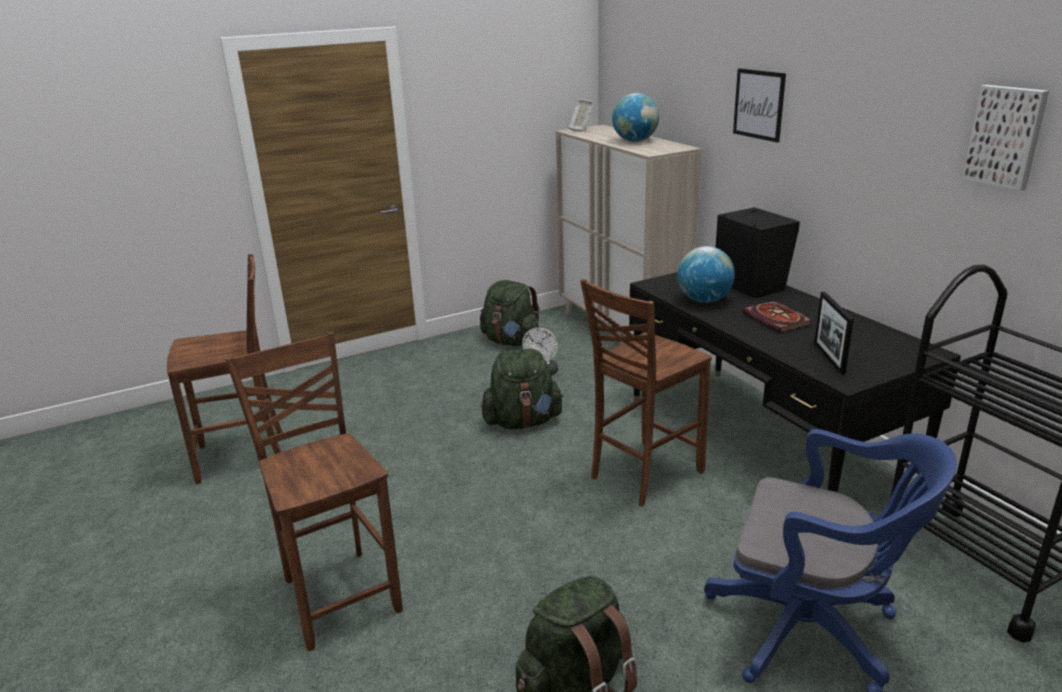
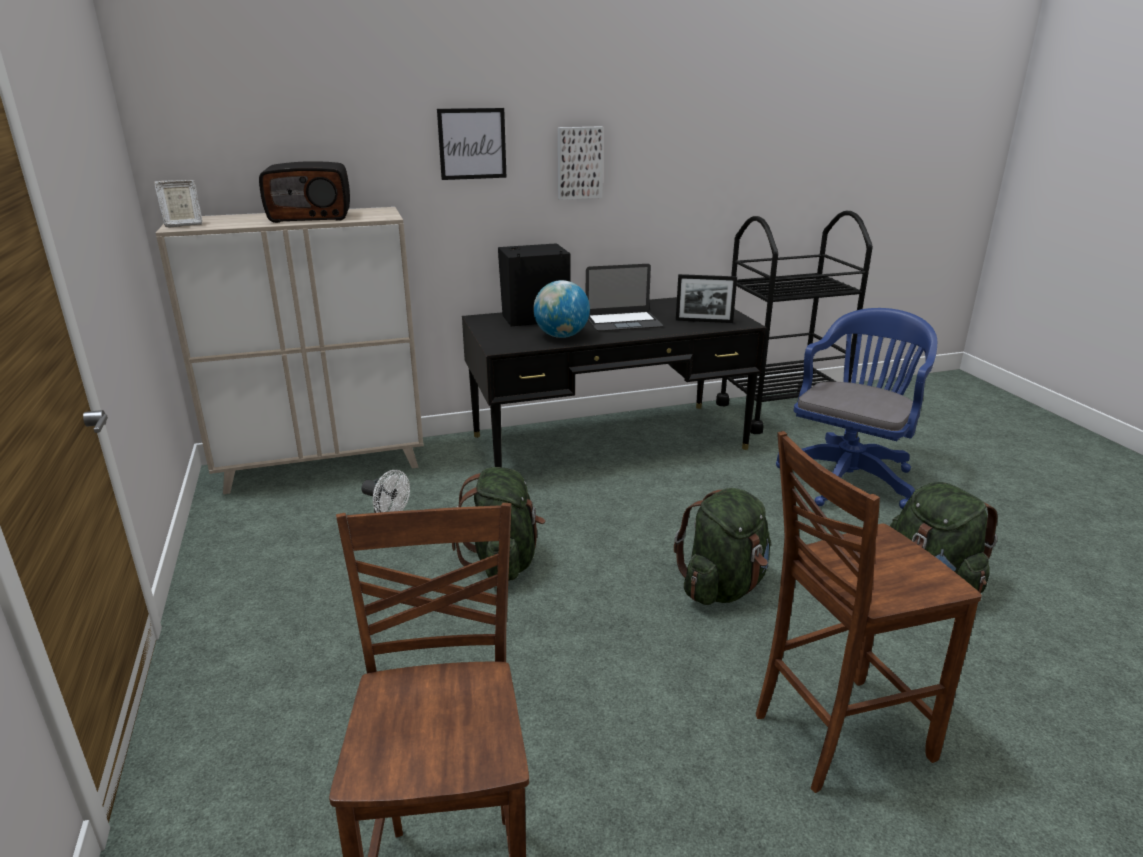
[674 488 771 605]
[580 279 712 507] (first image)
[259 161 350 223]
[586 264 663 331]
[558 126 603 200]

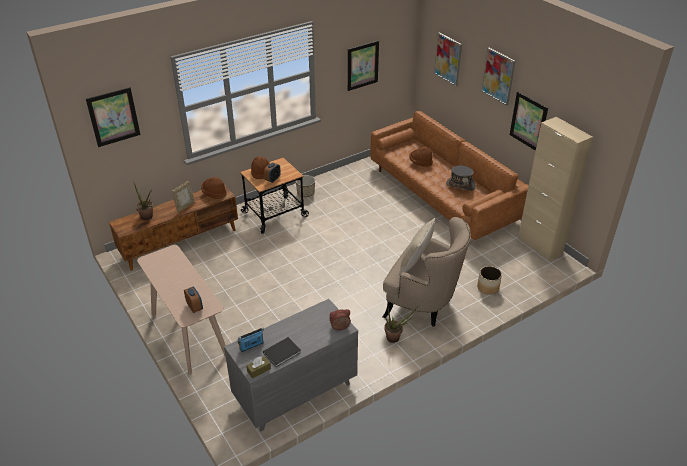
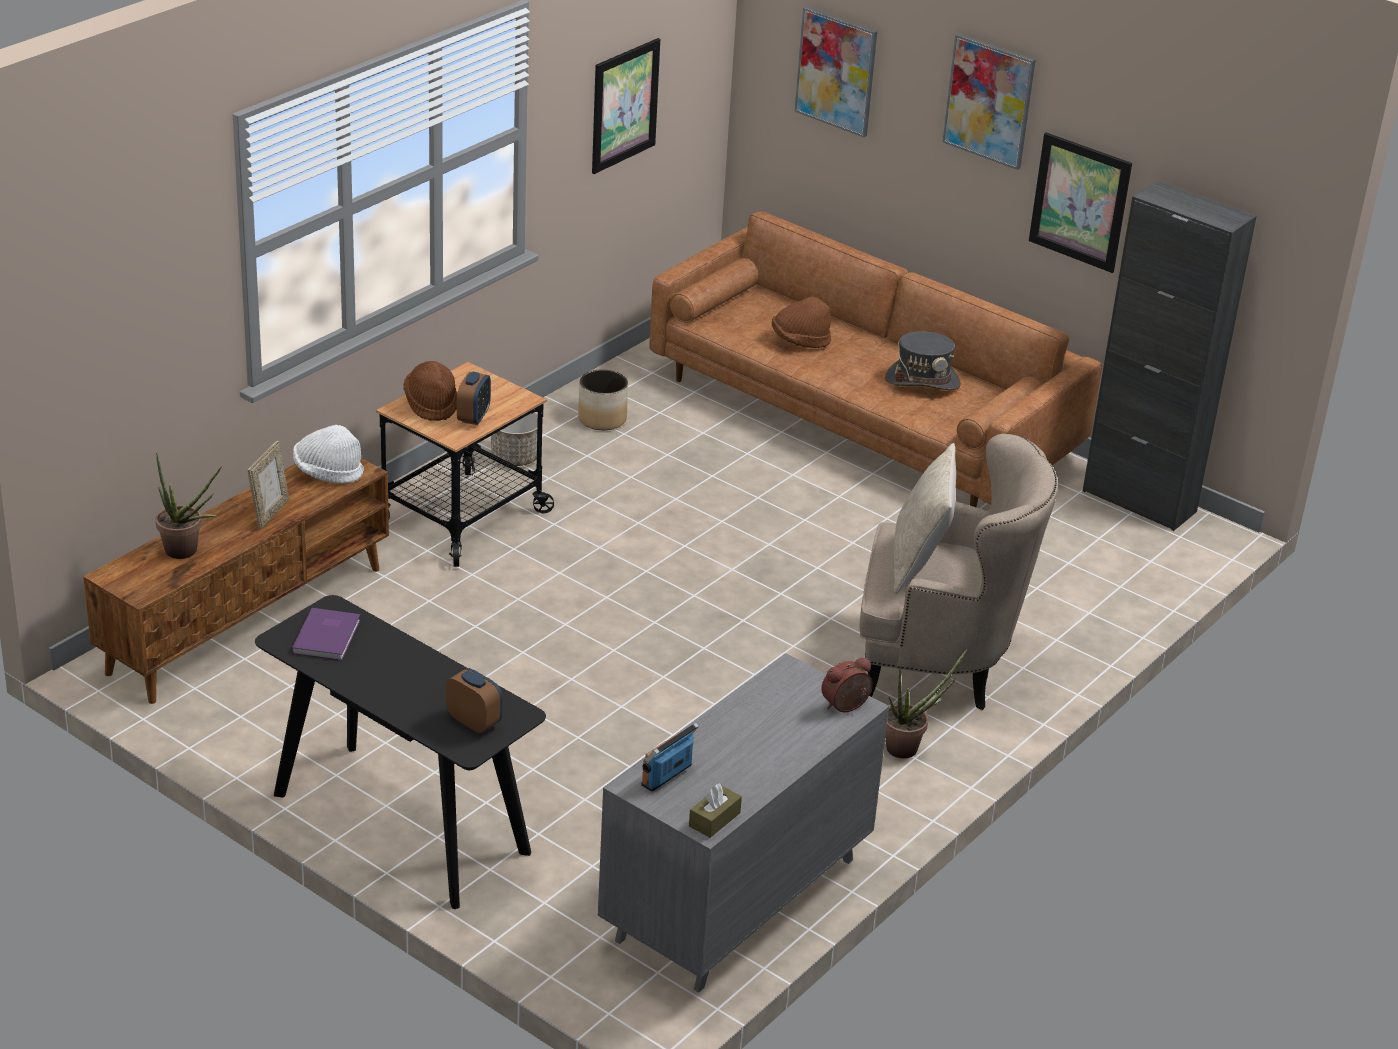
[86 87 140 147] (first image)
[255 595 546 909]
[293 425 364 484]
[263 337 301 367] (first image)
[578 369 628 430]
[1083 181 1257 531]
[291 608 360 660]

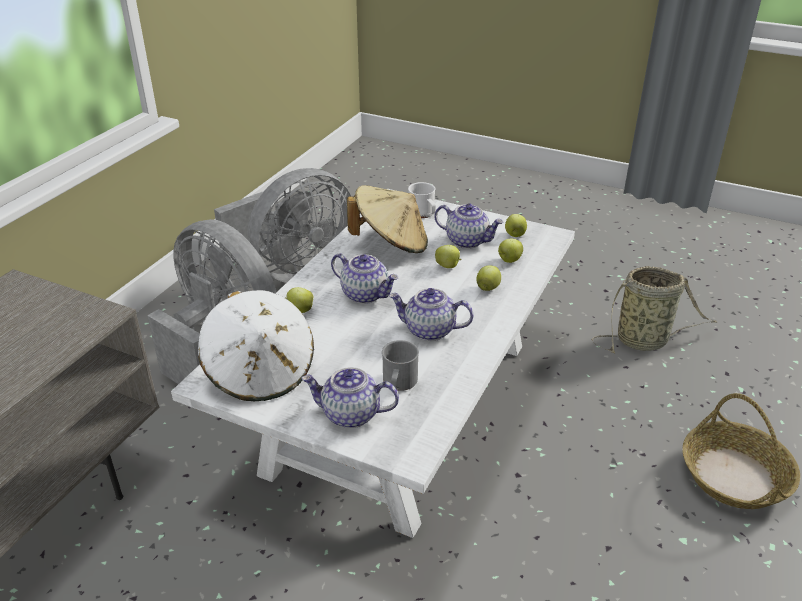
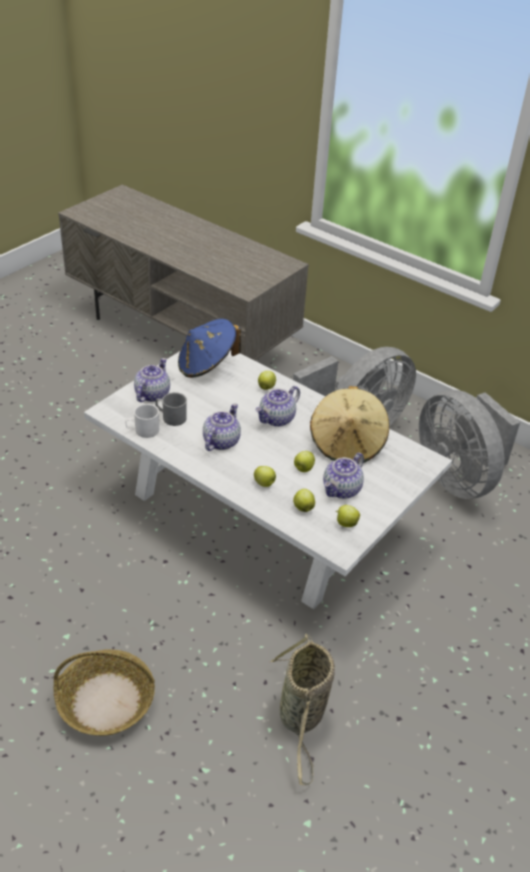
[178 319 241 378]
[125 404 159 438]

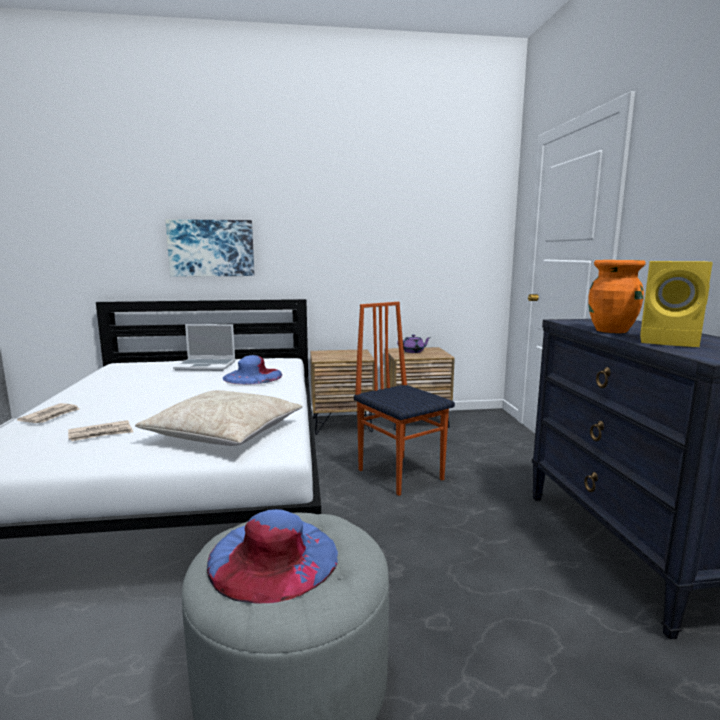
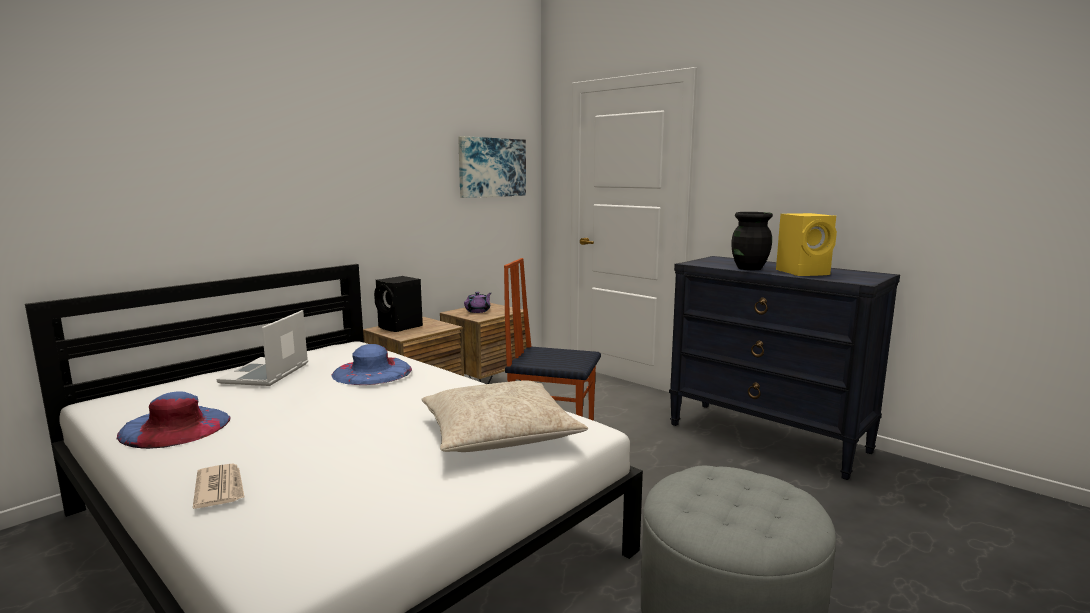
[68 420 133 441] (first image)
[458 136 526 198]
[217 310 308 386]
[117 391 230 449]
[731 212 773 270]
[374 276 423 332]

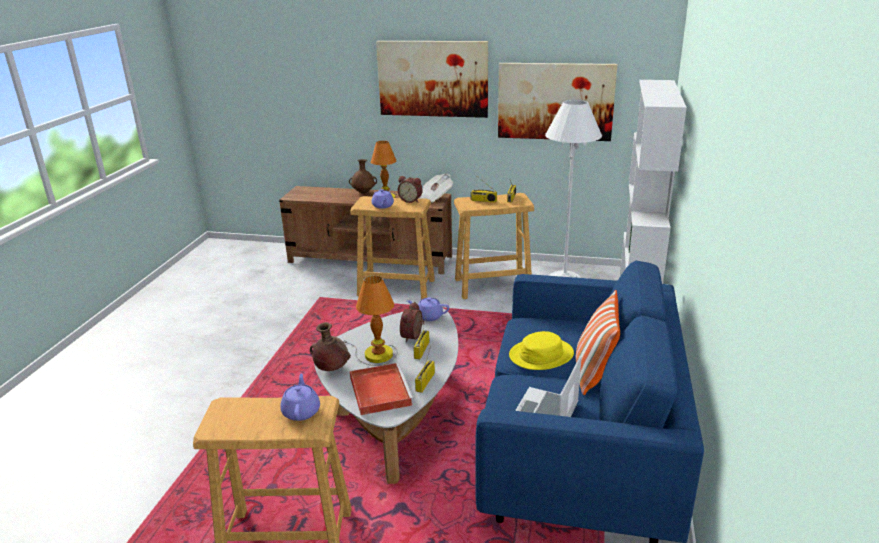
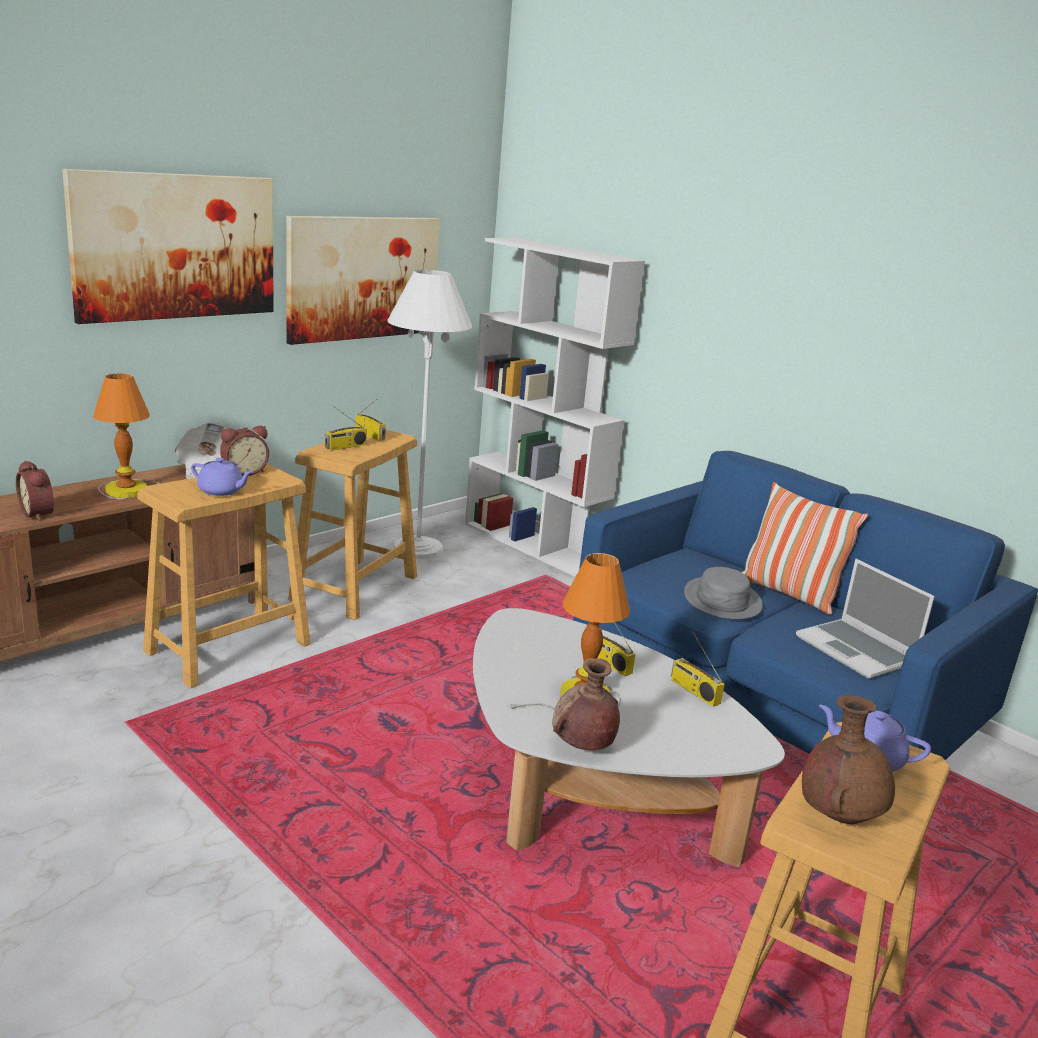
[802 695 895 824]
[350 363 414 415] (first image)
[16 460 54 521]
[407 297 449 321] (first image)
[684 567 763 619]

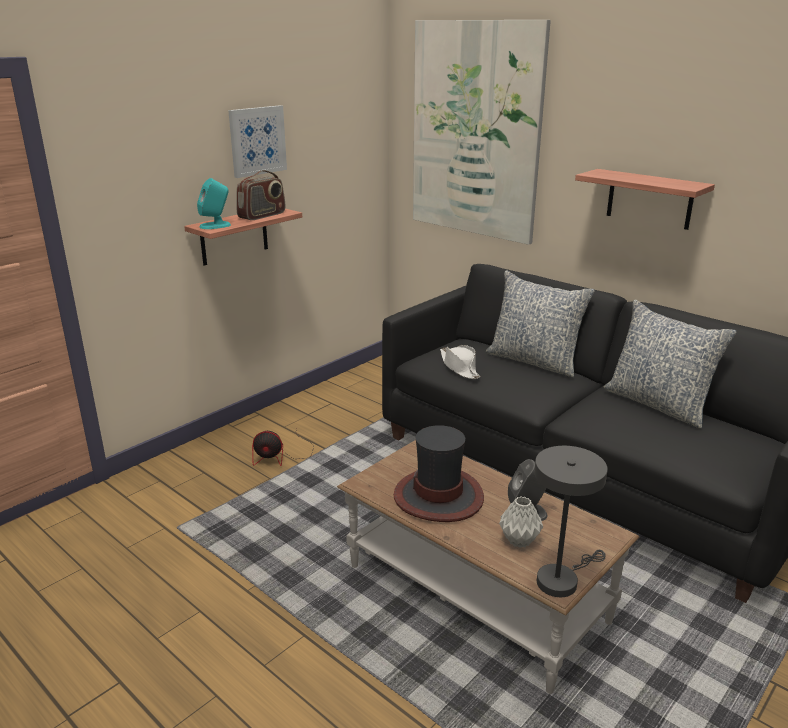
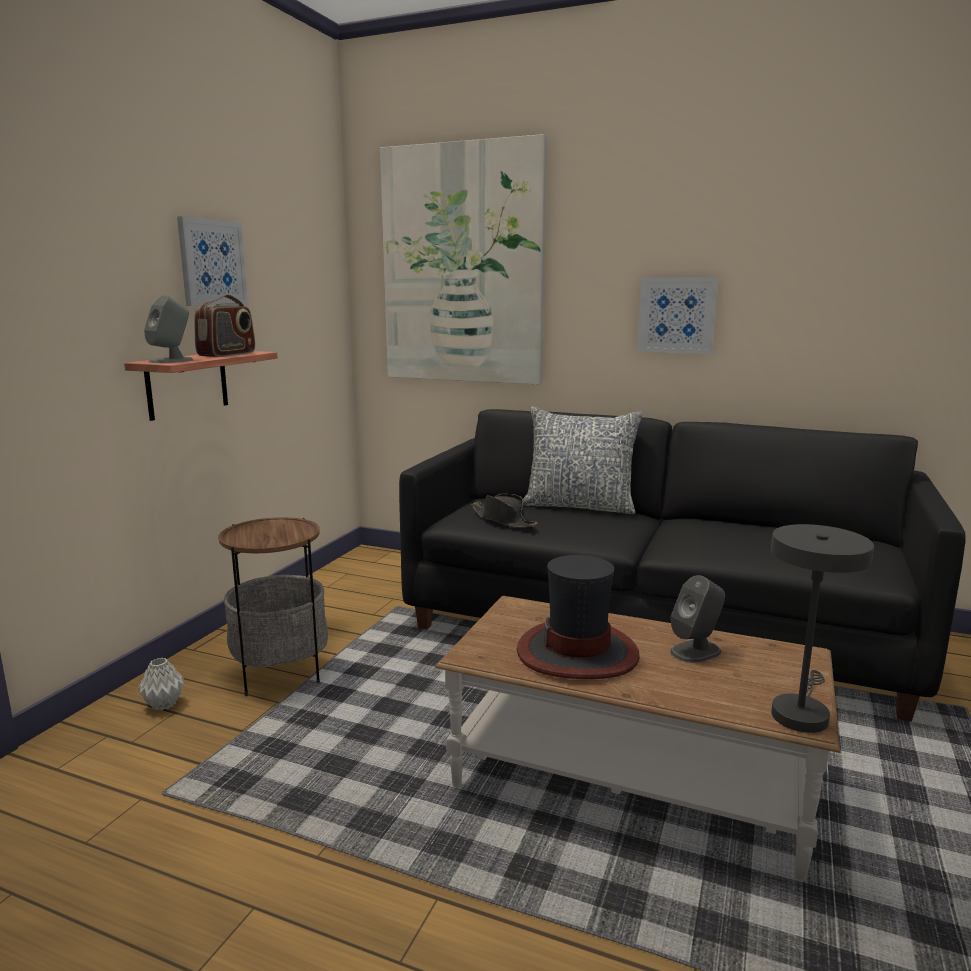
[144 295 193 363]
[218 517 328 696]
[471 493 538 528]
[138 658 184 710]
[637 277 718 354]
[604 300 737 429] (first image)

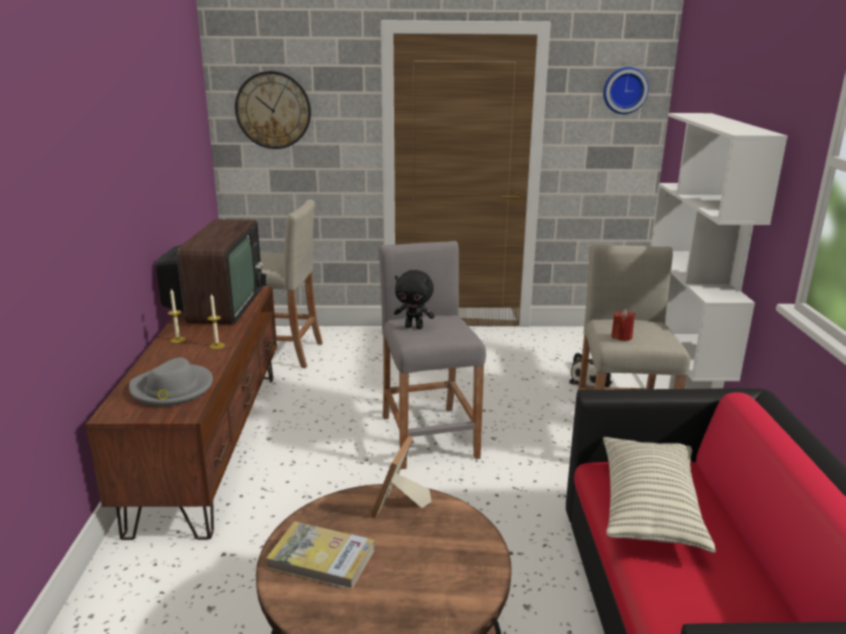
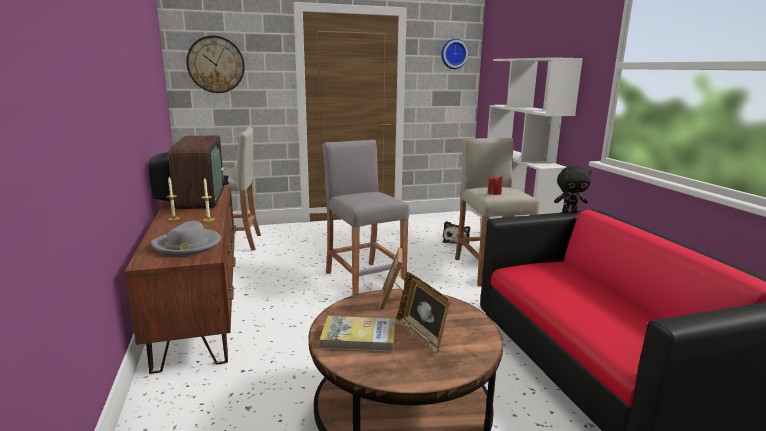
[554 166 592 213]
[603 437 716 553] (first image)
[397 272 450 355]

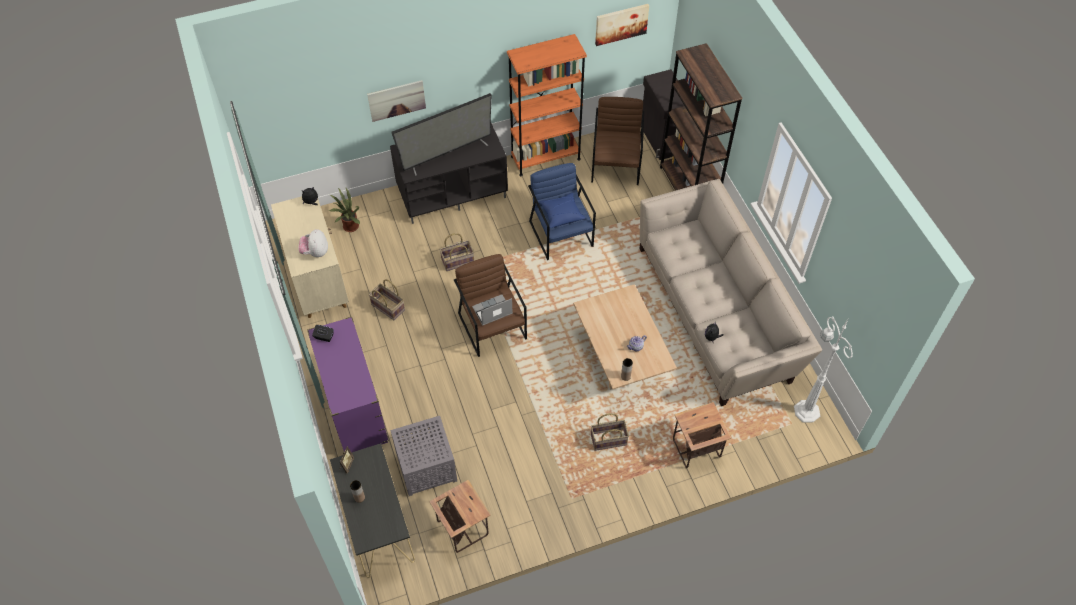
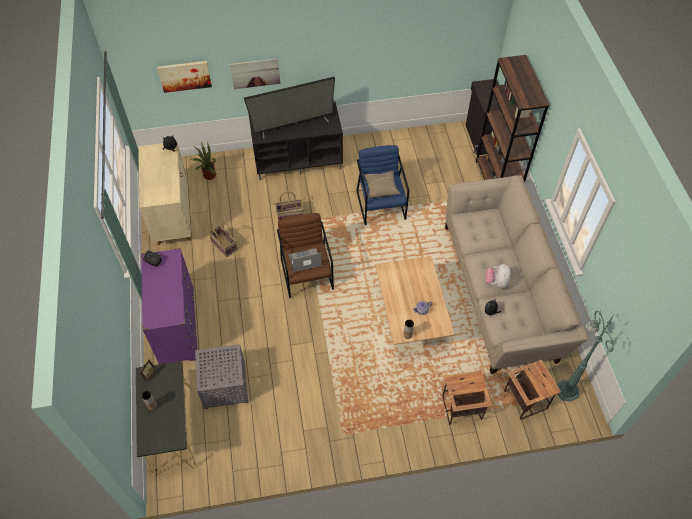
[485 264 511 288]
[504 360 561 419]
[507 34 587 176] (first image)
[364 171 400 198]
[591 97 644 185] (first image)
[591 413 629 451] (first image)
[157 61 212 93]
[557 311 615 401]

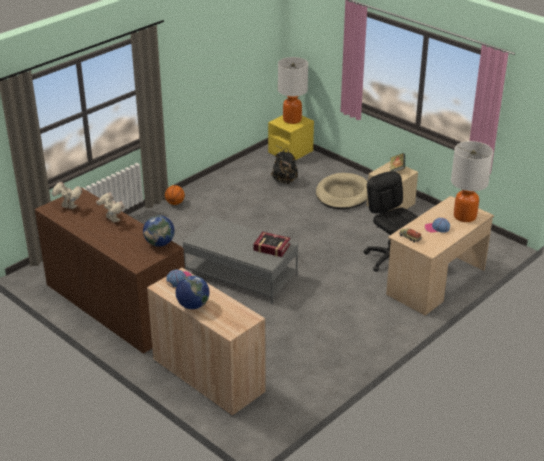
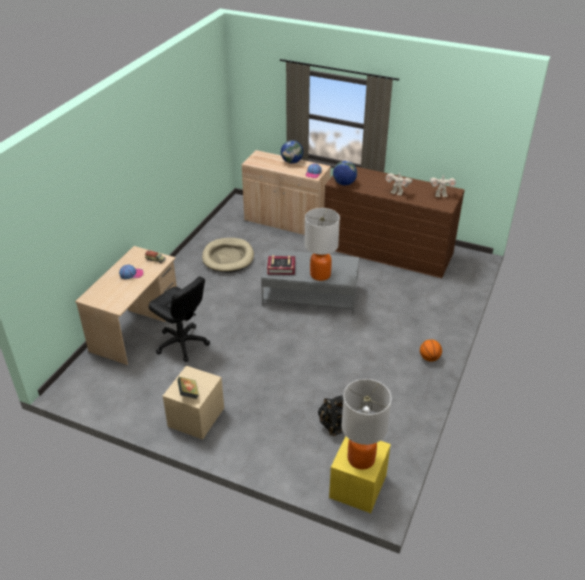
[202 238 254 273]
[304 208 340 281]

